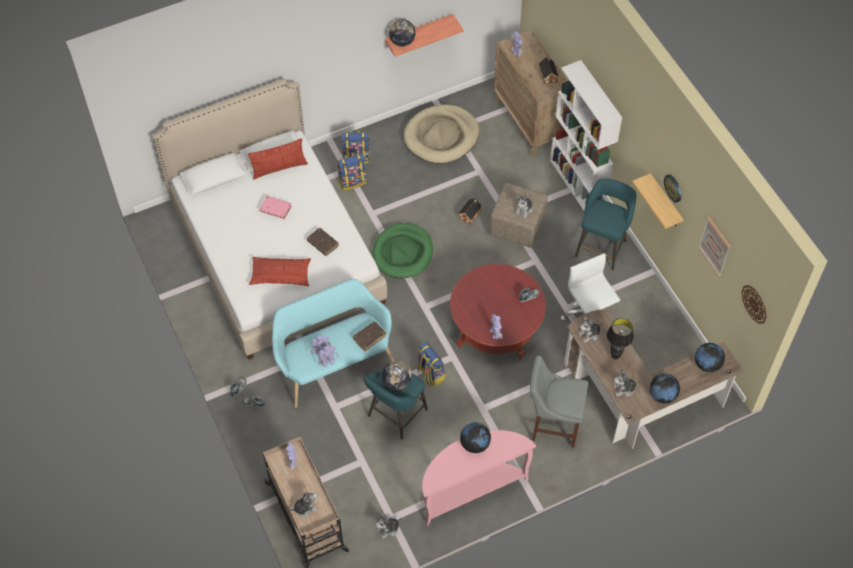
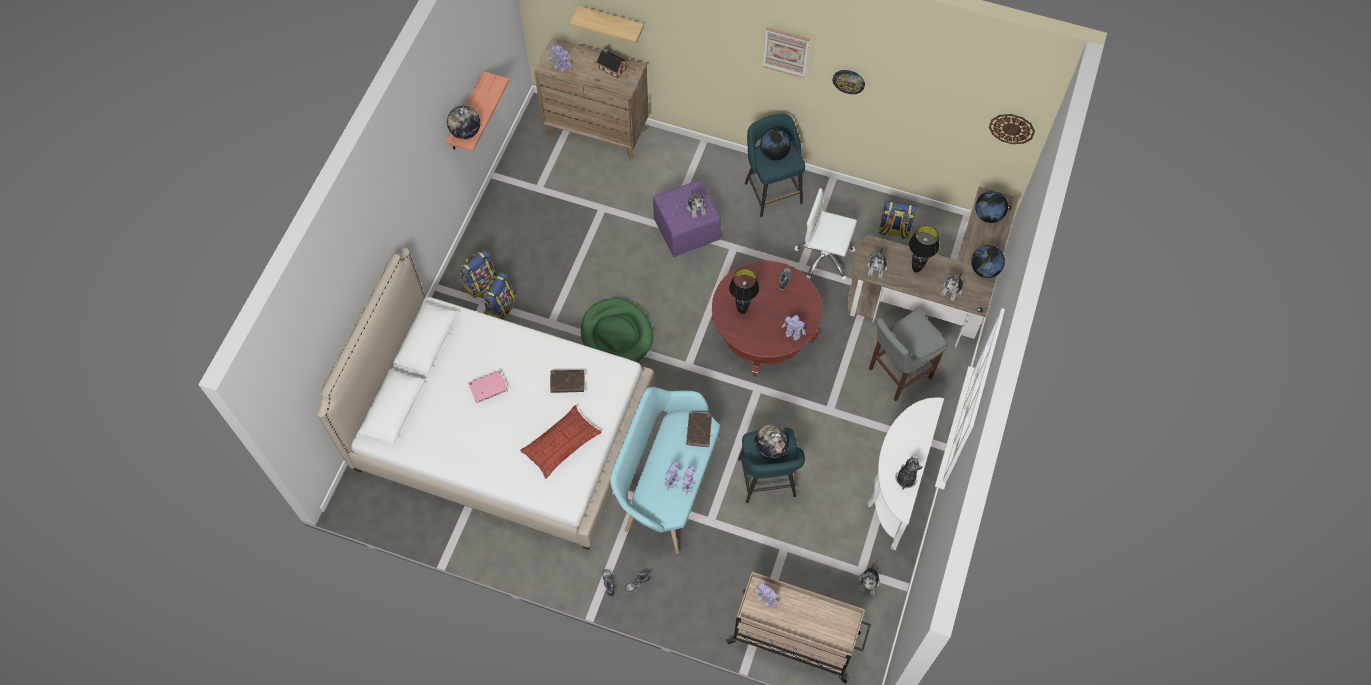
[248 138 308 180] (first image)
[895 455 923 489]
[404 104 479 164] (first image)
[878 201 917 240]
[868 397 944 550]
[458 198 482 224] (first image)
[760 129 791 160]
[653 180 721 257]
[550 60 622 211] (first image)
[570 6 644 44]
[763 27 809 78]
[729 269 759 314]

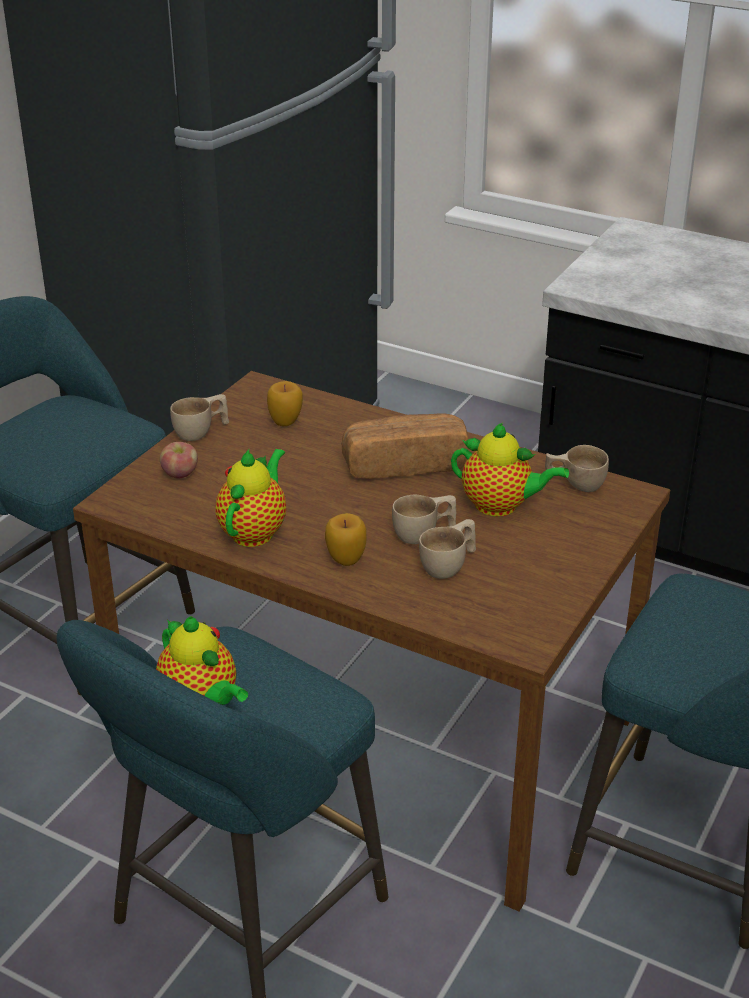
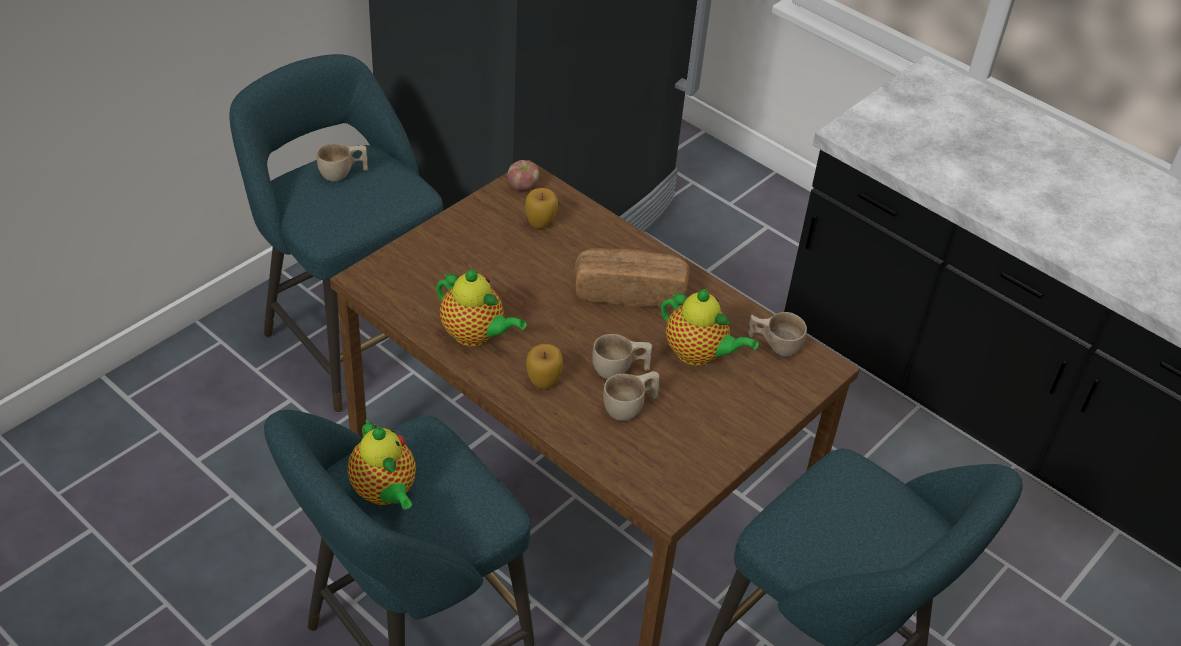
[508 160 539 191]
[316 143 368 181]
[436 269 527 347]

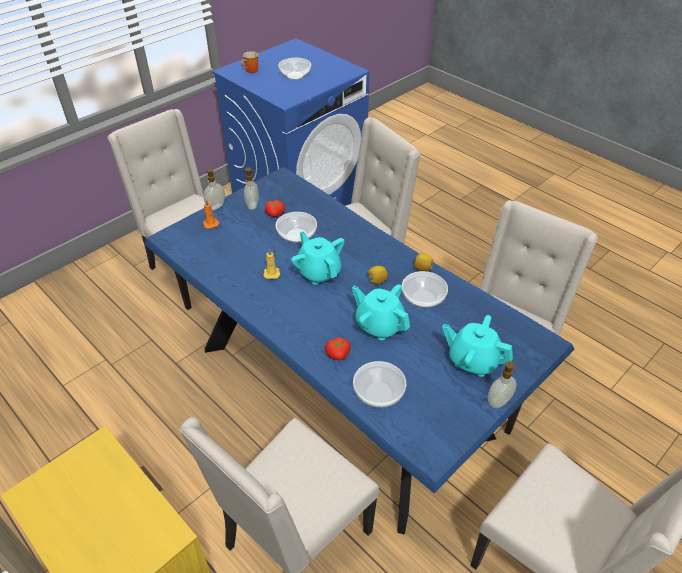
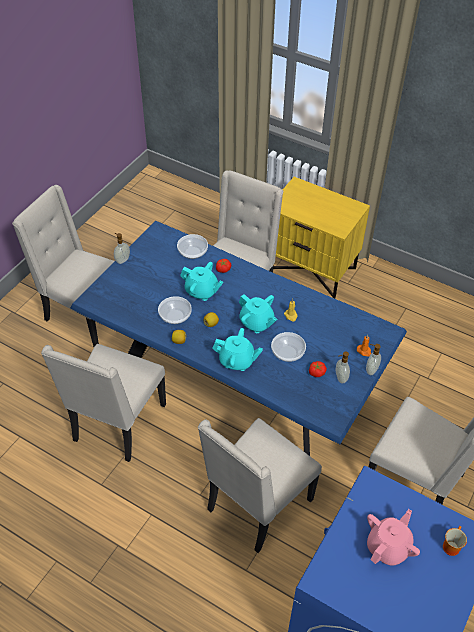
[367 509 420 566]
[212 328 263 371]

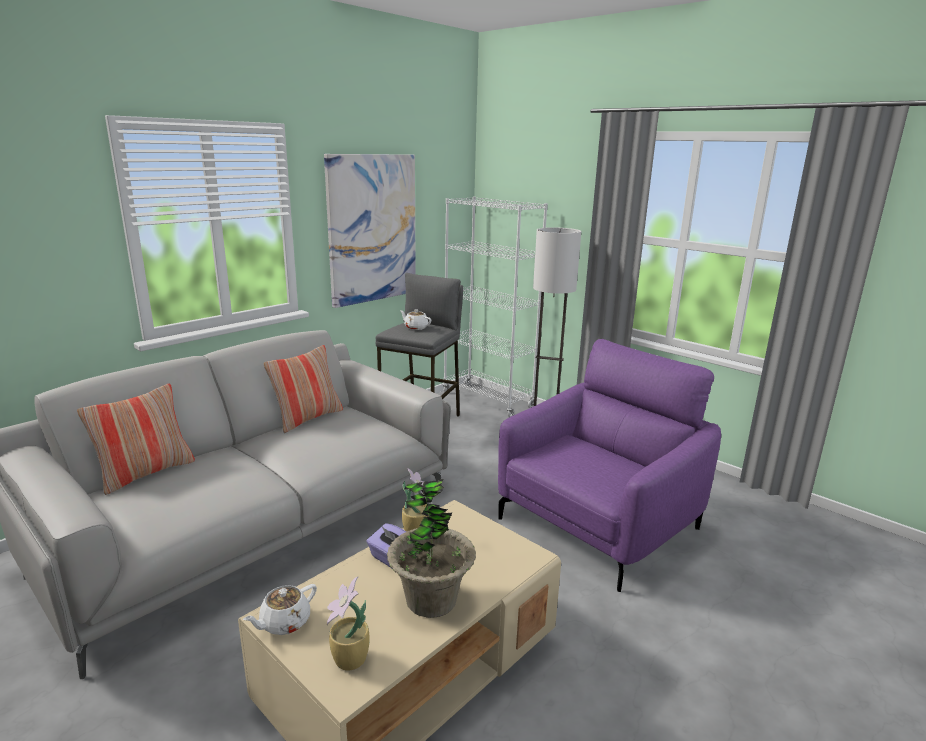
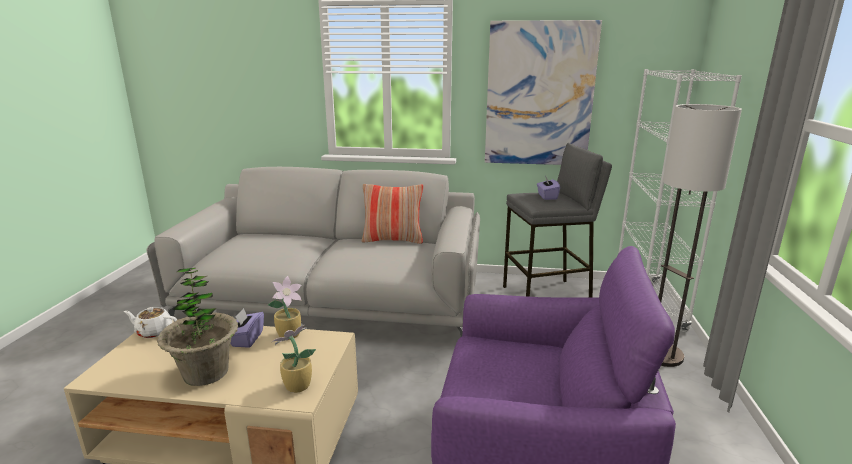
[77 384 195 495] (first image)
[272 325 316 393]
[537 176 560 200]

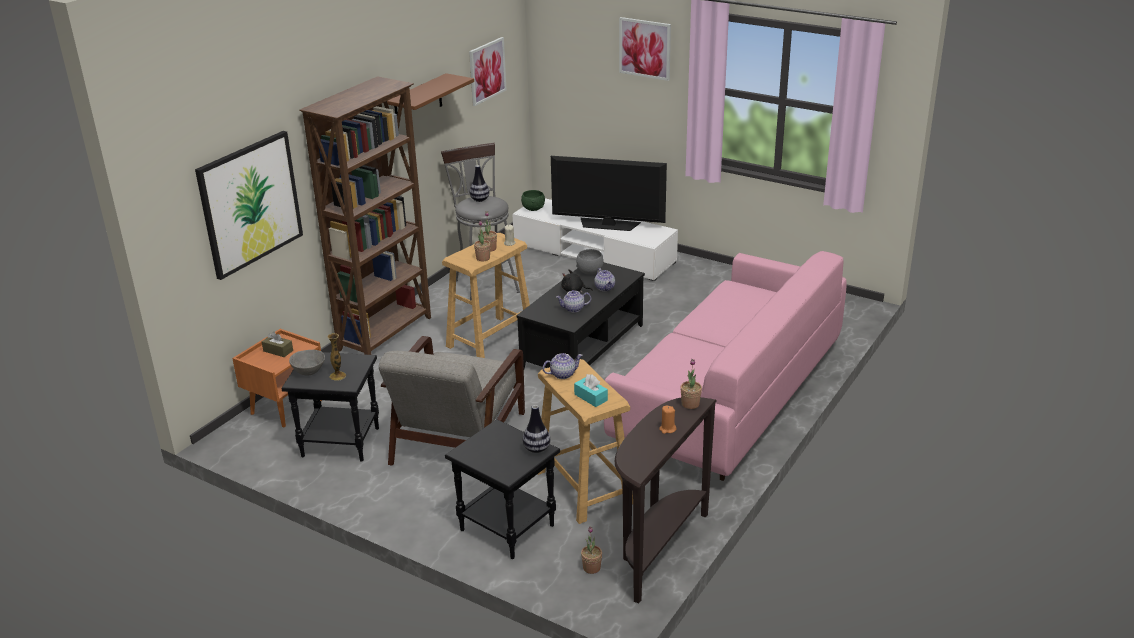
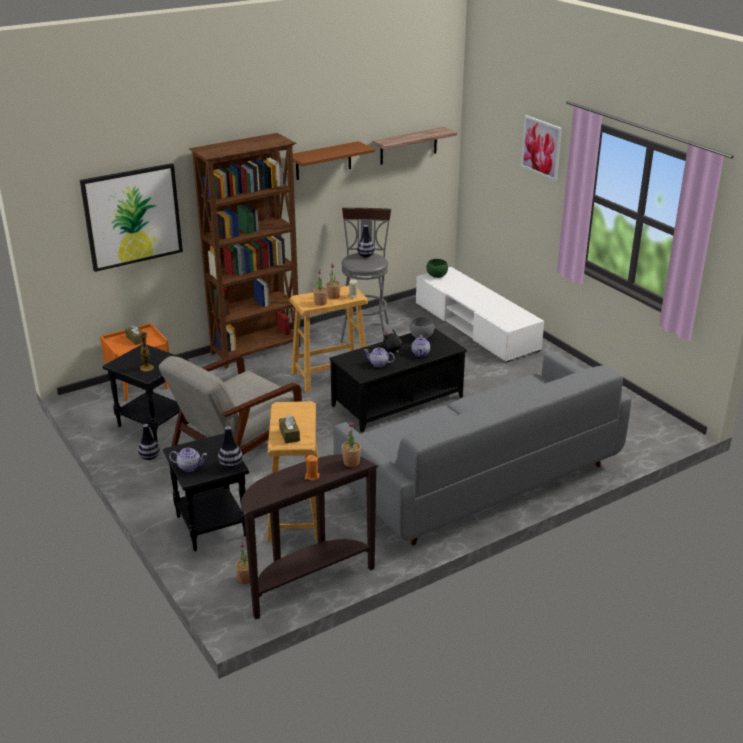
[289 350 325 376] (first image)
[372 127 457 165]
[169 448 207 472]
[551 156 667 231] (first image)
[279 414 300 444]
[334 351 631 546]
[138 424 160 460]

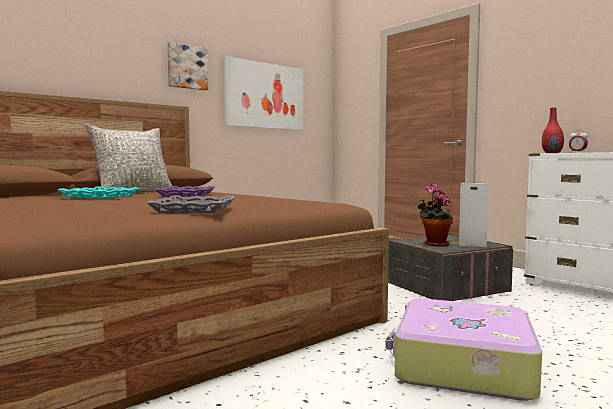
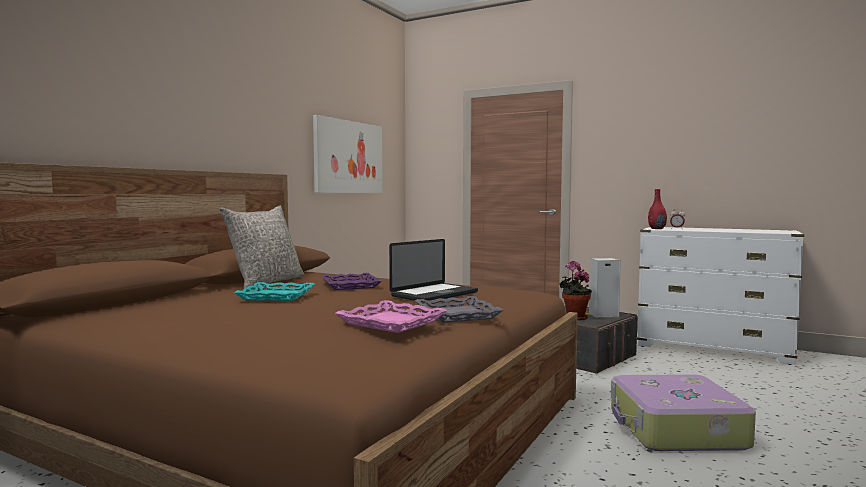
[167 42 208 91] (first image)
[335 300 447 333]
[389 239 478 301]

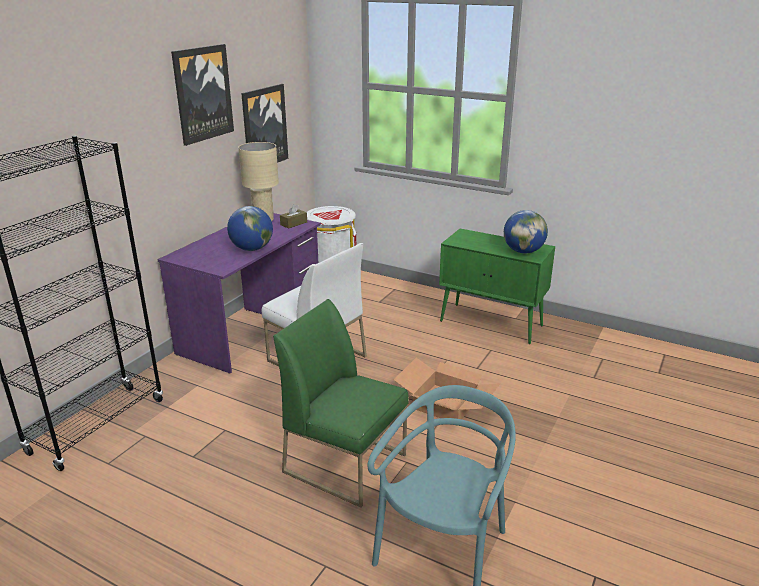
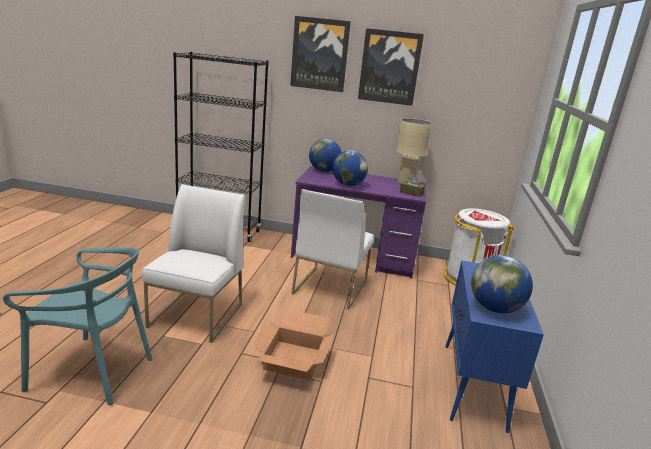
[290 16 351 92]
[142 184 245 343]
[445 260 544 433]
[309 139 342 172]

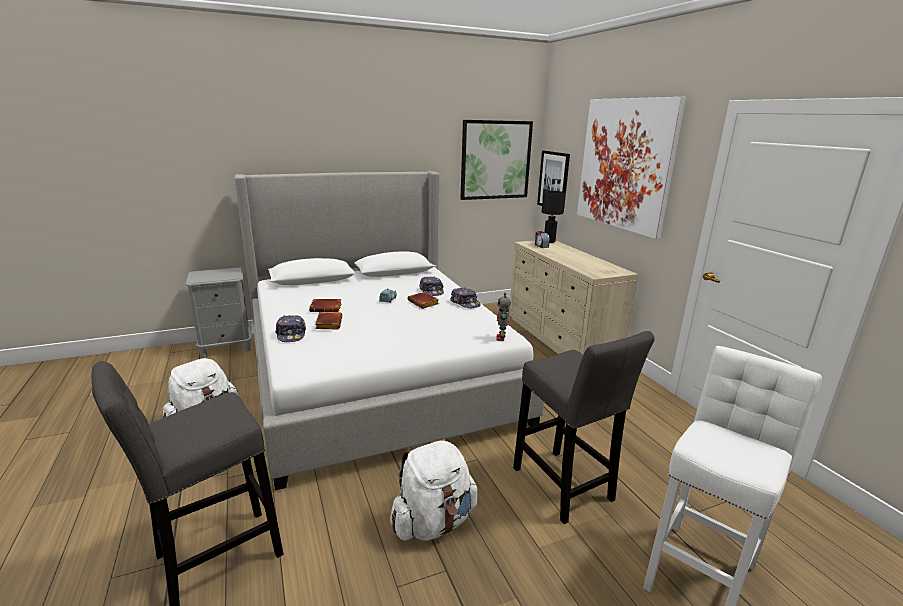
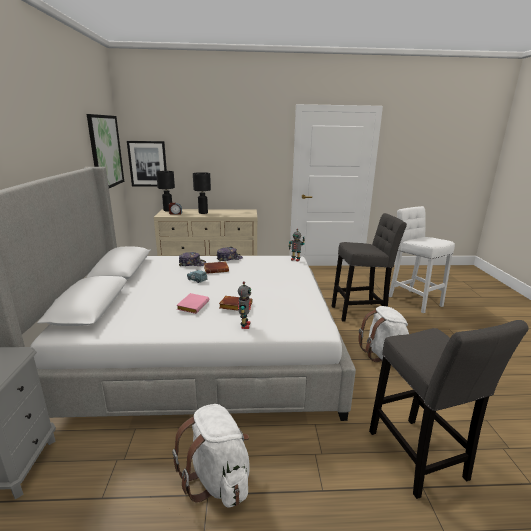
[238 281 251 329]
[177 293 209 314]
[577 97 686 239] (first image)
[193 172 211 214]

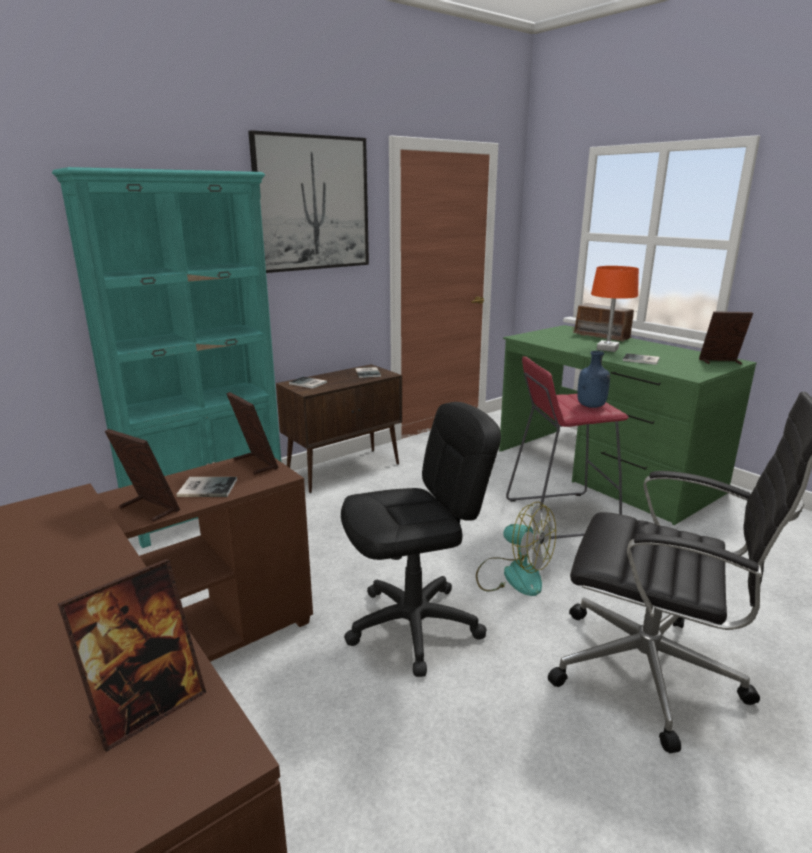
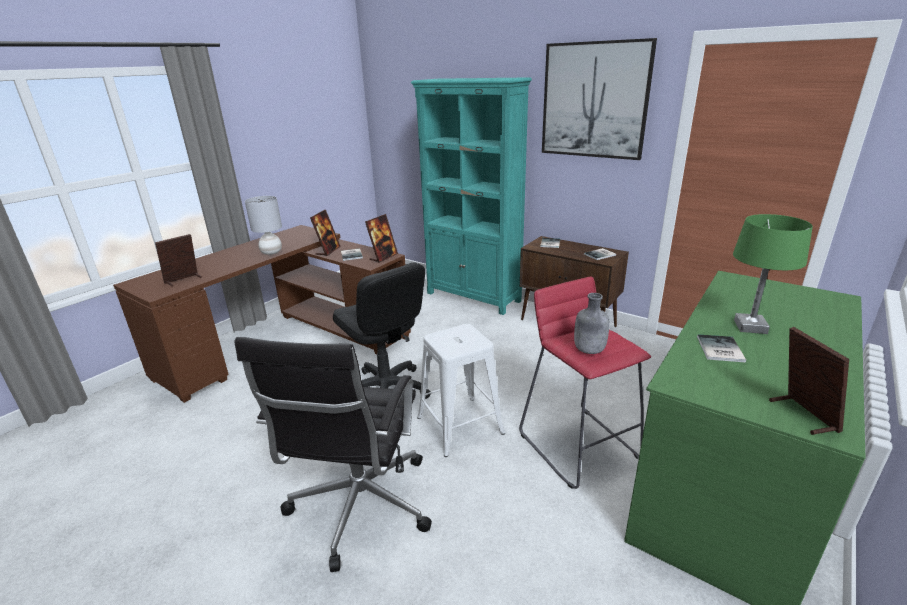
[155 234 202 287]
[417 324 505 457]
[573 303 637 342] (first image)
[574 293 610 354]
[733 214 813 334]
[245 196 282 255]

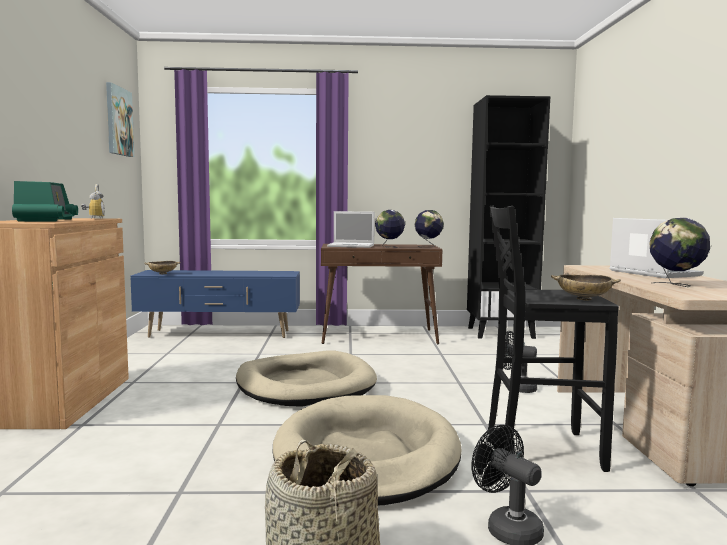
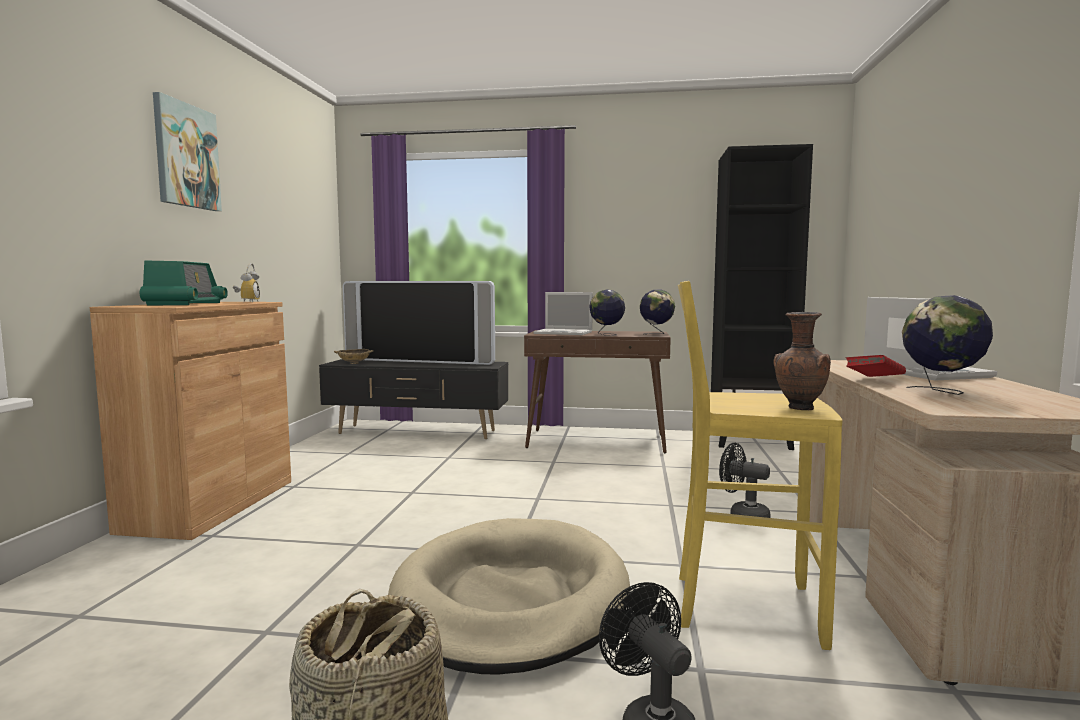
[153 92 222 211]
[319 359 508 439]
[236 350 377 407] (first image)
[678 281 843 650]
[773 312 831 410]
[343 281 495 365]
[846 355 906 377]

